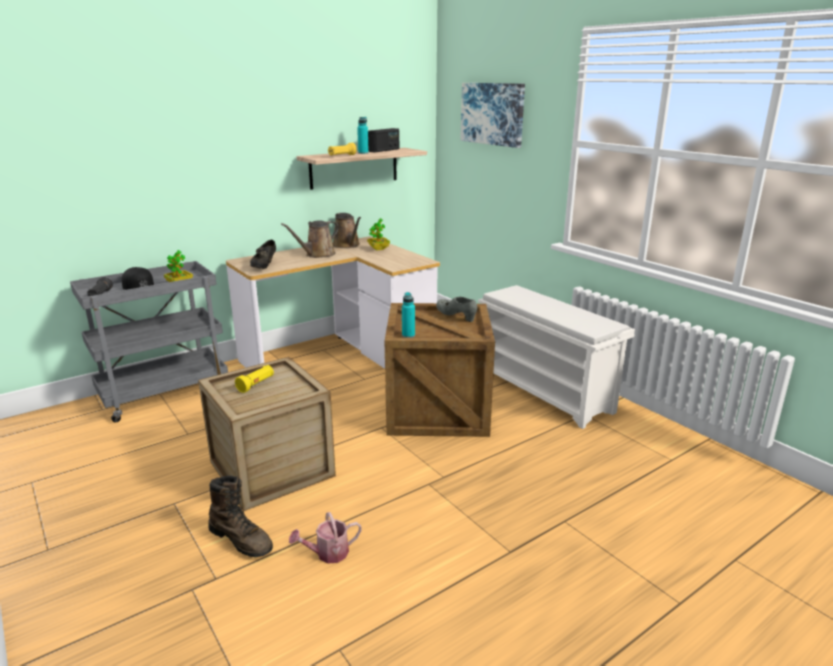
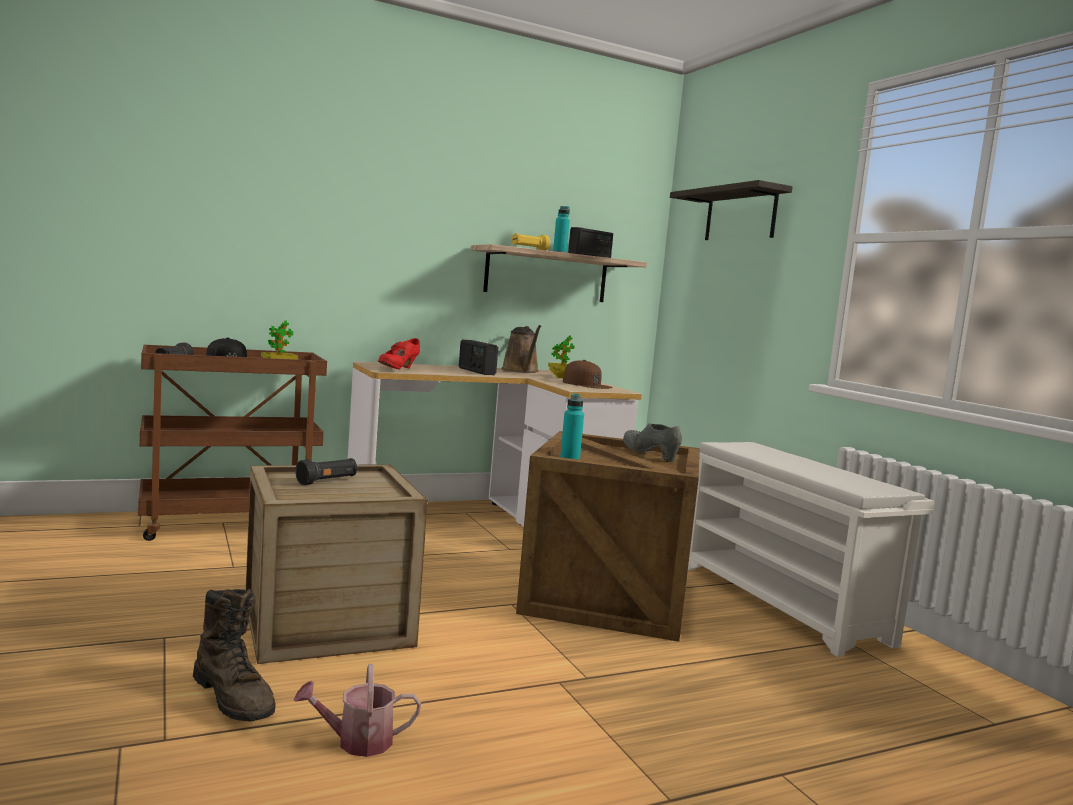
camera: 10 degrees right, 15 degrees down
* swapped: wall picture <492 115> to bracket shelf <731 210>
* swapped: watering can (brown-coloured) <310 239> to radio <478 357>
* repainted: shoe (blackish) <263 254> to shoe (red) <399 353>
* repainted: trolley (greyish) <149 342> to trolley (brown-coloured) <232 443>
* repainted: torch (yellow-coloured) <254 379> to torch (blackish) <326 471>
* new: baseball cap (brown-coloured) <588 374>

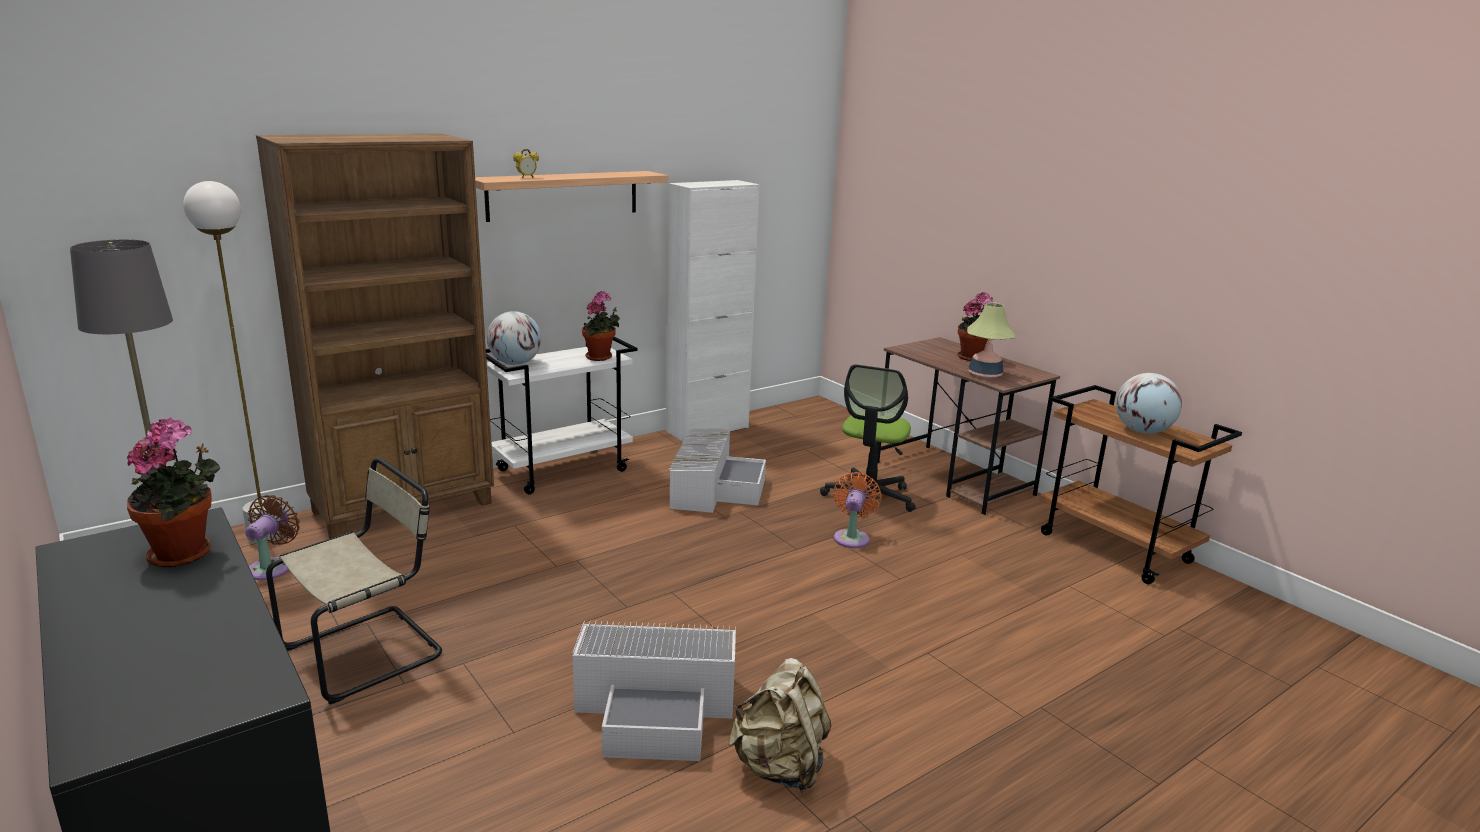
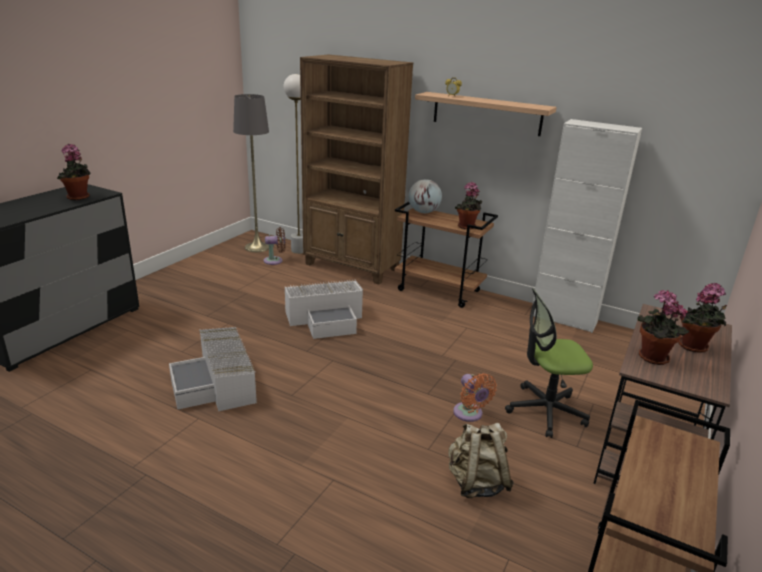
camera: 65 degrees right, 5 degrees up
* swapped: lamp for a table <991 340> to houseplant <663 327>
* repainted: trolley (white) <561 415> to trolley (brown-coloured) <446 255>
* gone: world globe <1149 403>
* shifted: storage box (white) <717 470> to <324 309>
* gone: chair (beige) <354 581>
* rotated: electric fan (orangey) <857 510> = <475 397> 75 degrees clockwise
* shifted: knapsack (beige) <779 725> to <481 460>

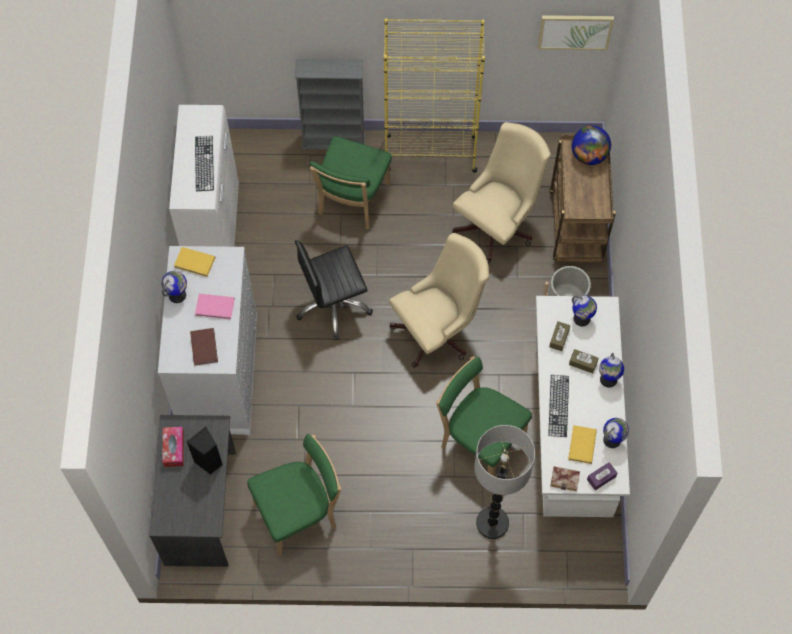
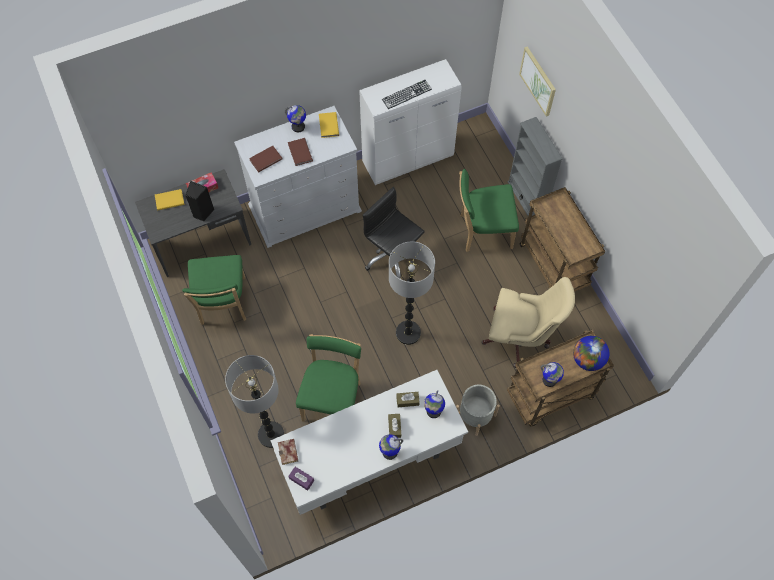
camera: 65 degrees right, 0 degrees up
* shifted: wall picture <576 32> to <537 81>
* swapped: shelving unit (yellow-coloured) <434 95> to trolley (brown-coloured) <562 239>
* swapped: desk chair (beige) <439 300> to standard lamp <412 293>
* repainted: volume (pinkish) <215 307> to volume (brown-coloured) <300 152>
* gone: computer keyboard <558 406>
* shifted: world globe <616 433> to <552 374>
* shifted: volume (yellow-coloured) <582 444> to <169 199>
* rotated: chair (green-coloured) <294 495> = <214 290> 45 degrees clockwise

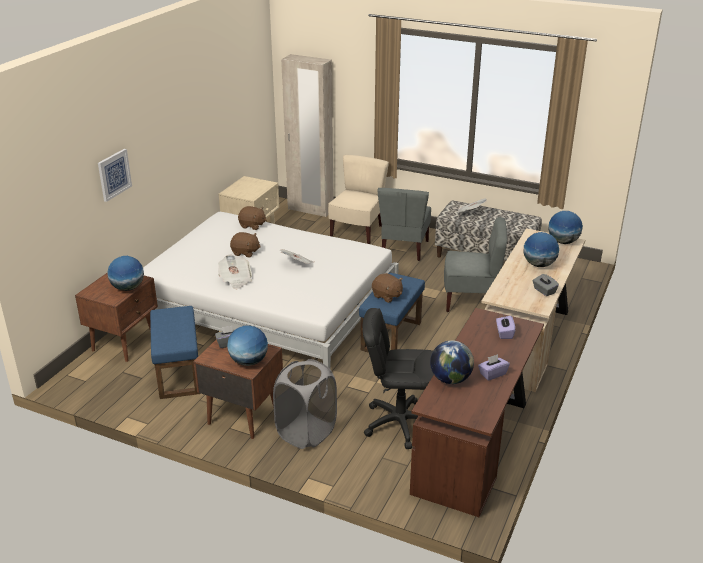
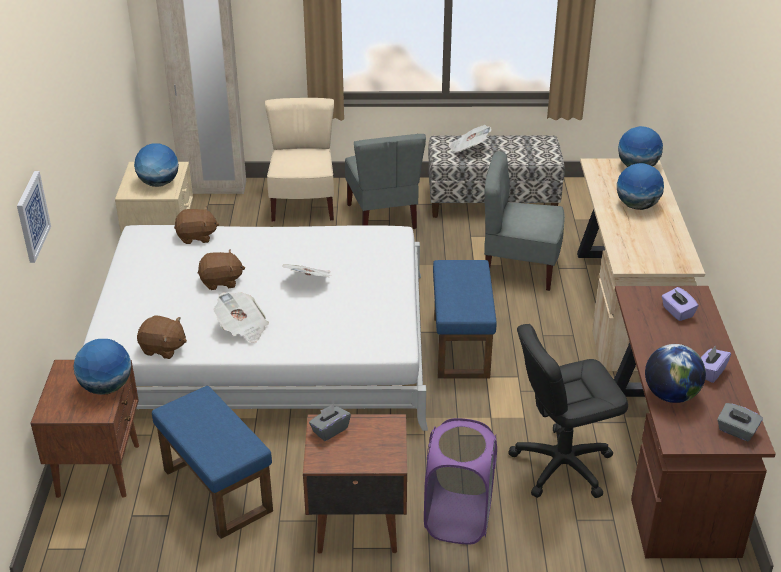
camera: 25 degrees left, 5 degrees up
* rotated: chair (greyish) <475 264> = <524 221> 150 degrees counterclockwise
* shifted: plush toy (brown-coloured) <387 288> to <162 337>
* shifted: tissue box (greyish) <546 285> to <740 422>
* shifted: world globe <247 345> to <156 165>
* repainted: washing basket (greyish) <305 404> to washing basket (purple) <460 481>

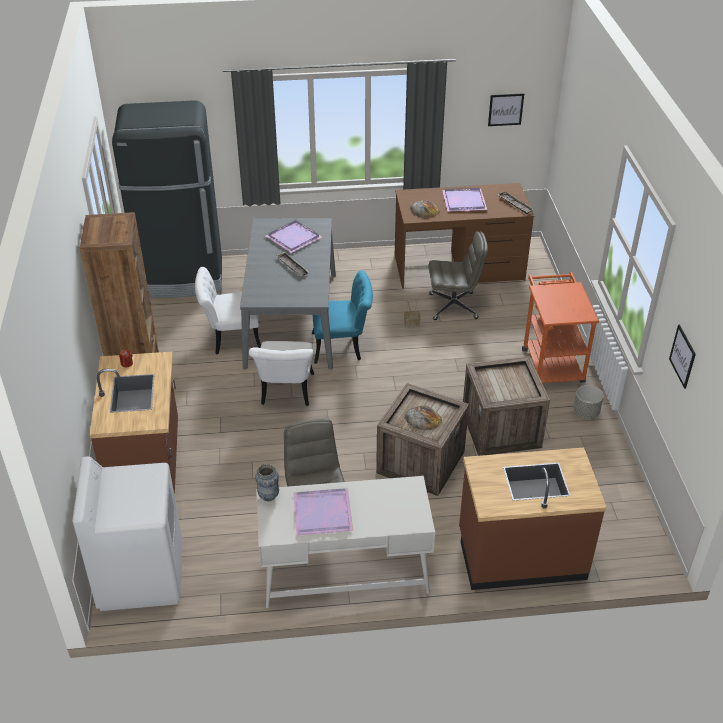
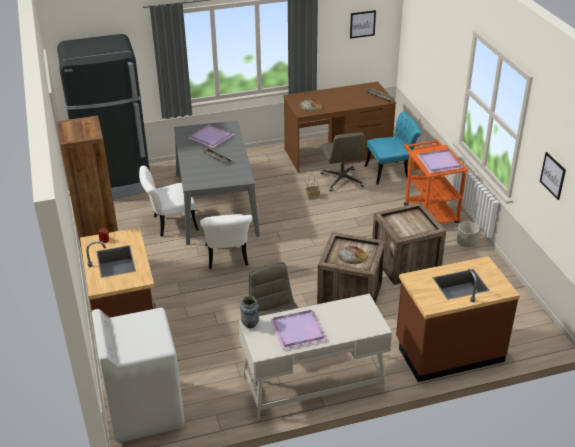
camera: 10 degrees left, 5 degrees down
* shifted: carrying tray (purple) <464 200> to <440 161>
* rotated: desk chair (greyish) <458 275> = <343 162> 90 degrees clockwise
* shifted: chair (turquoise) <342 317> to <392 148>

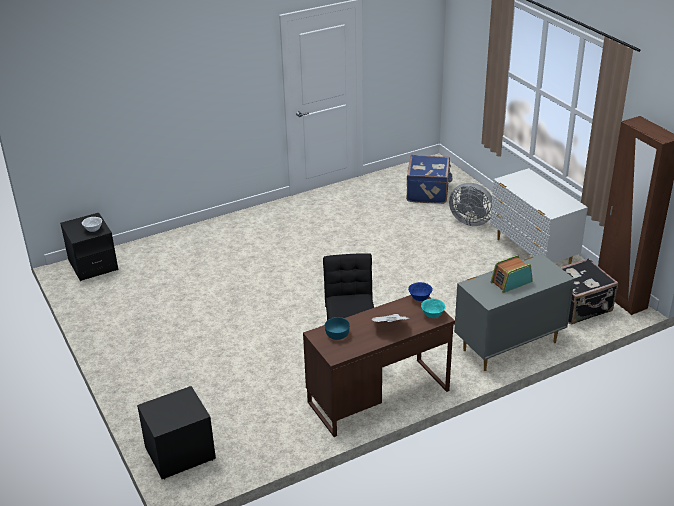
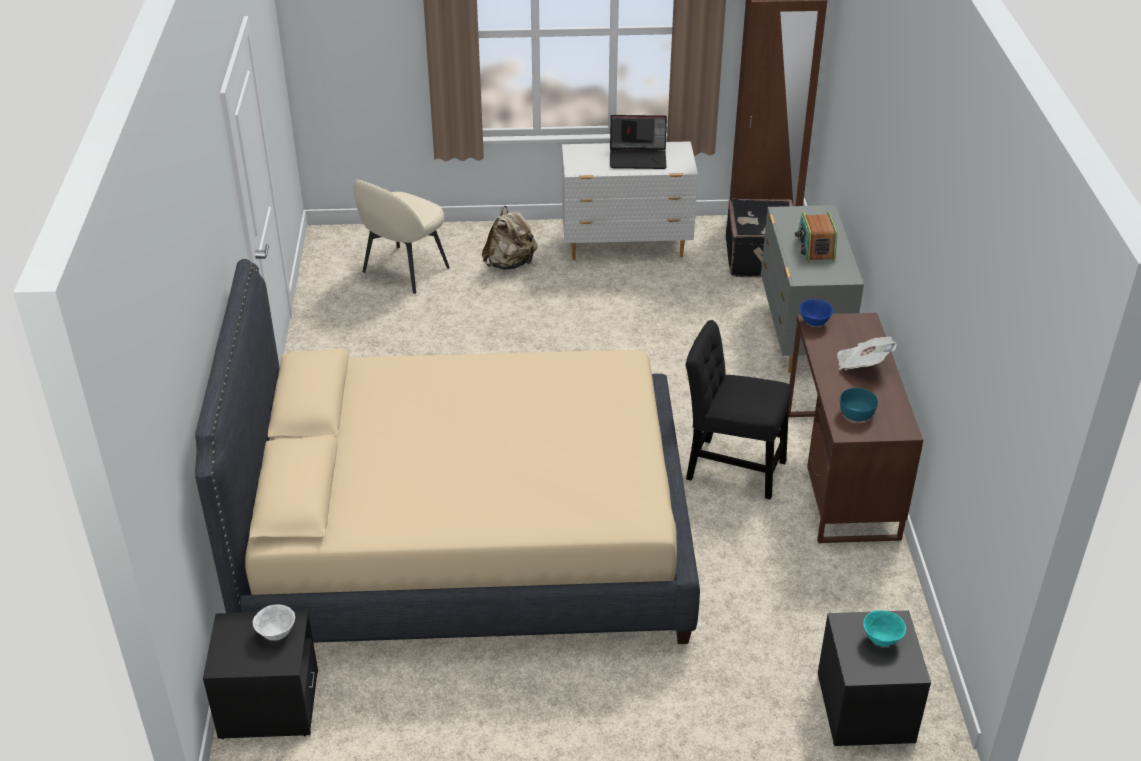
camera: 65 degrees left, 5 degrees up
* swapped: suitcase (blue) <429 179> to chair (beige) <401 237>
* swapped: electric fan (greyish) <470 204> to knapsack (beige) <510 238>
* shifted: bowl (turquoise) <433 308> to <884 628>
* new: portable computer <638 142>
* new: sleeping bed (beige) <447 451>

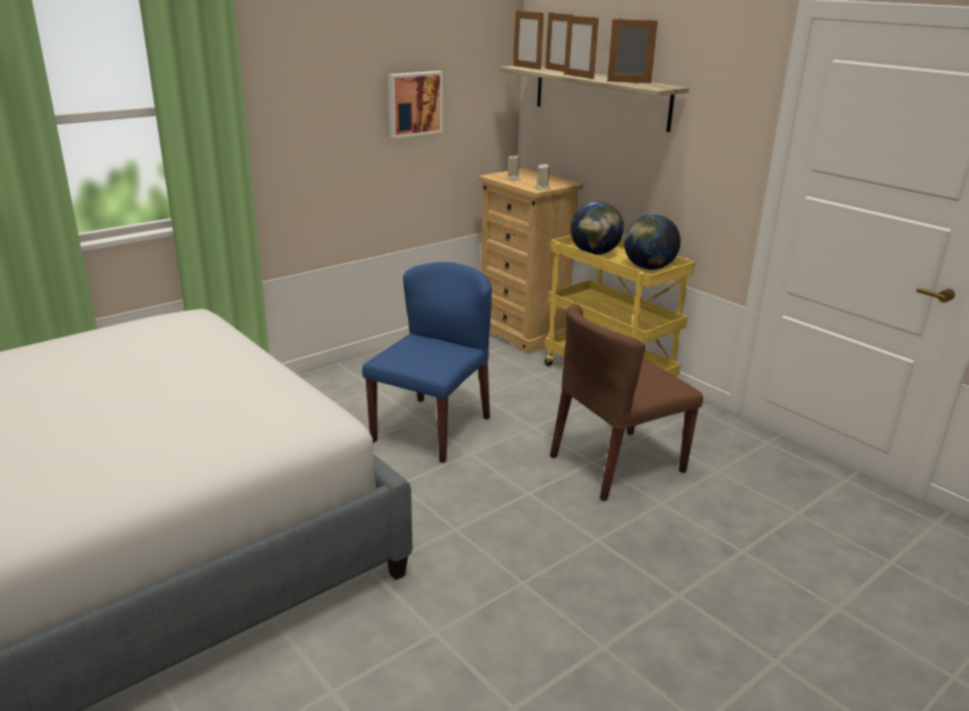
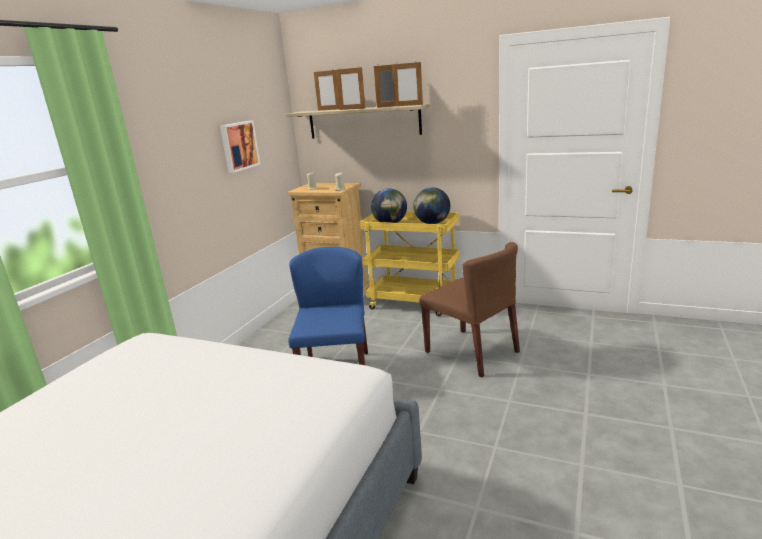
camera: 25 degrees left, 5 degrees down
* shifted: standing frame <528 39> to <407 84>
* rotated: chair (brown-coloured) <626 403> = <469 309> 75 degrees counterclockwise

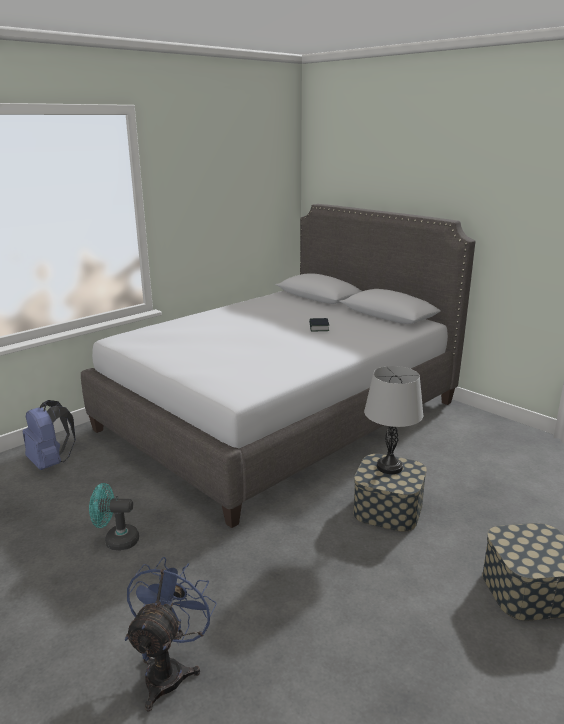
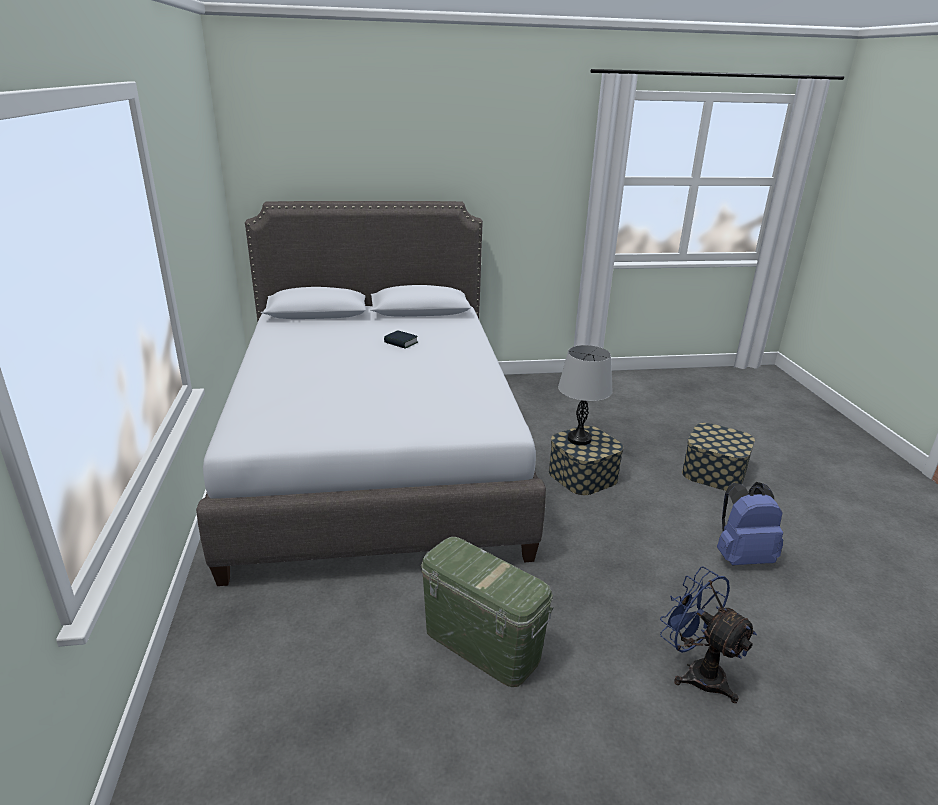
camera: 55 degrees left, 5 degrees up
* shifted: knapsack (blue) <49 435> to <750 523>
* swapped: electric fan (turquoise) <114 516> to storage box (green-coloured) <487 612>

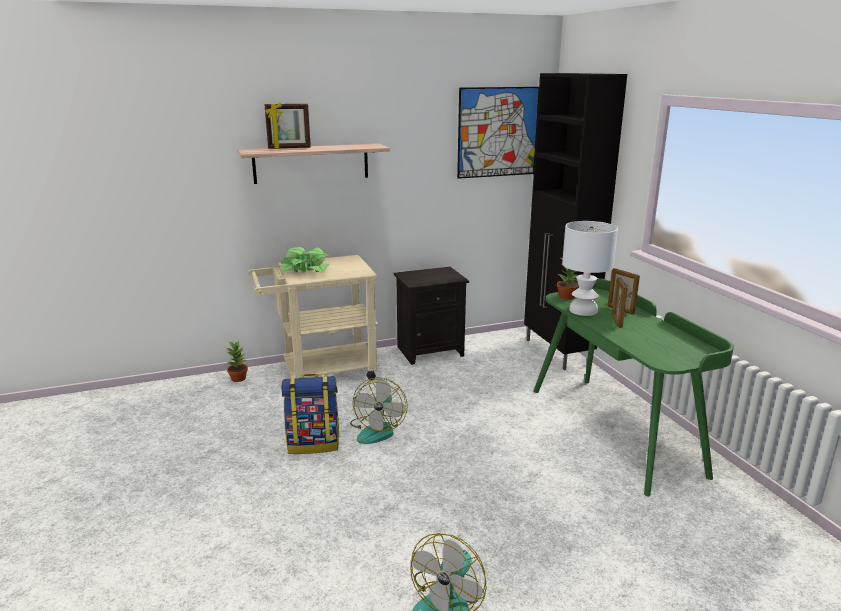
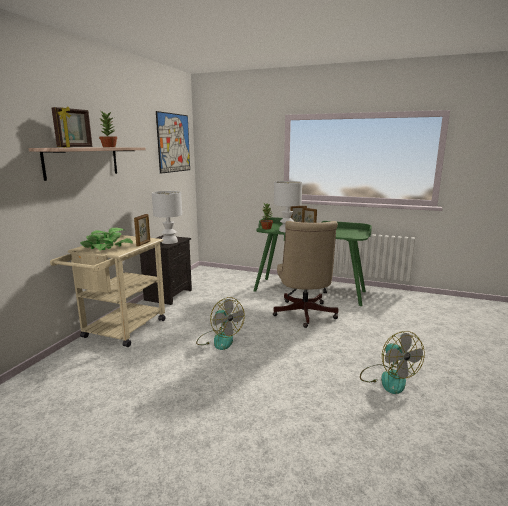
camera: 50 degrees left, 5 degrees down
* gone: storage cabinet (blackish) <575 221>
* shifted: houseplant <237 361> to <108 129>
* gone: knapsack <310 414>
* new: lamp for a table (white) <167 217>
* new: standing frame <142 230>
* new: desk chair (beige) <305 274>

